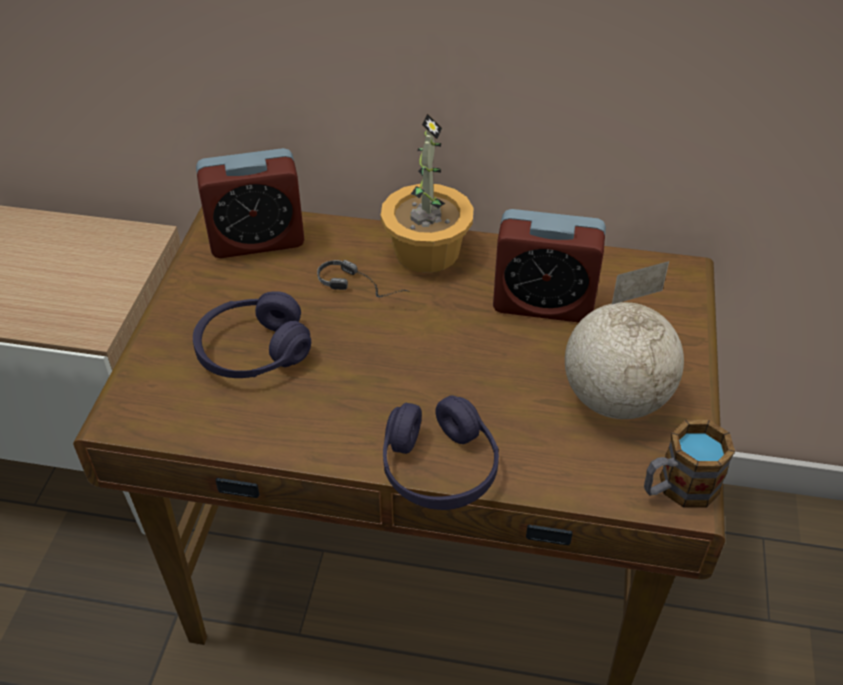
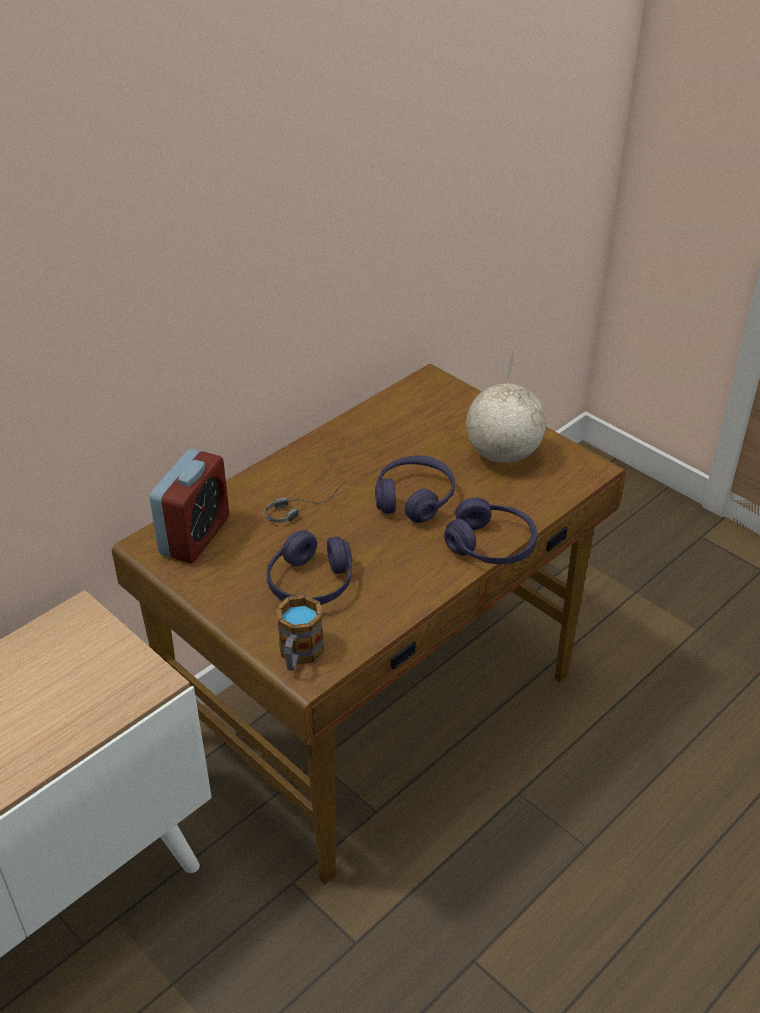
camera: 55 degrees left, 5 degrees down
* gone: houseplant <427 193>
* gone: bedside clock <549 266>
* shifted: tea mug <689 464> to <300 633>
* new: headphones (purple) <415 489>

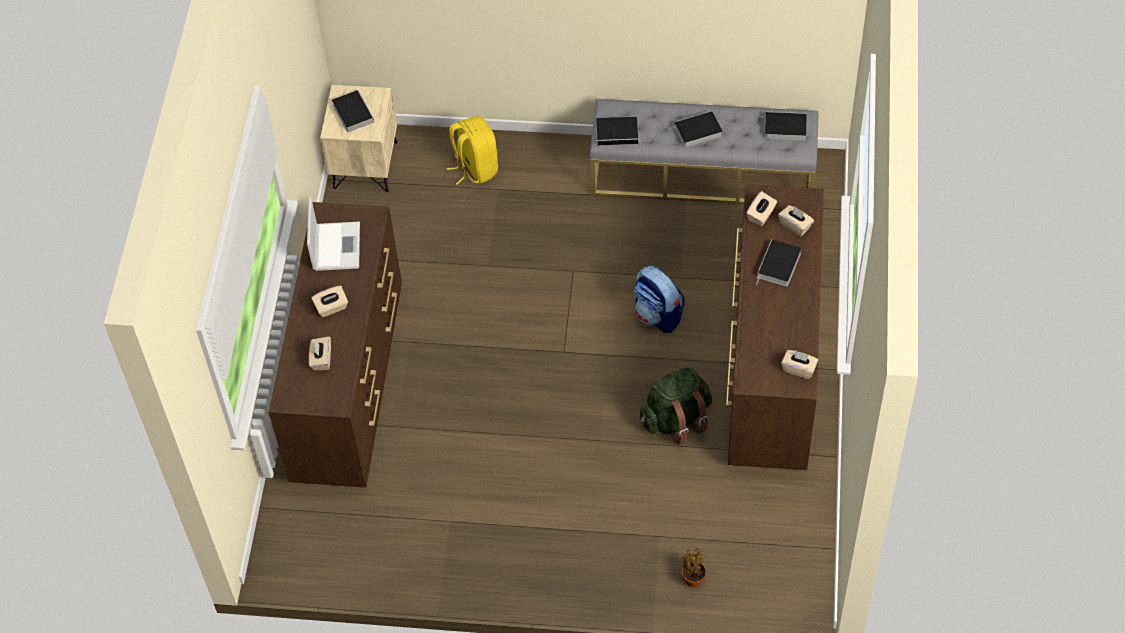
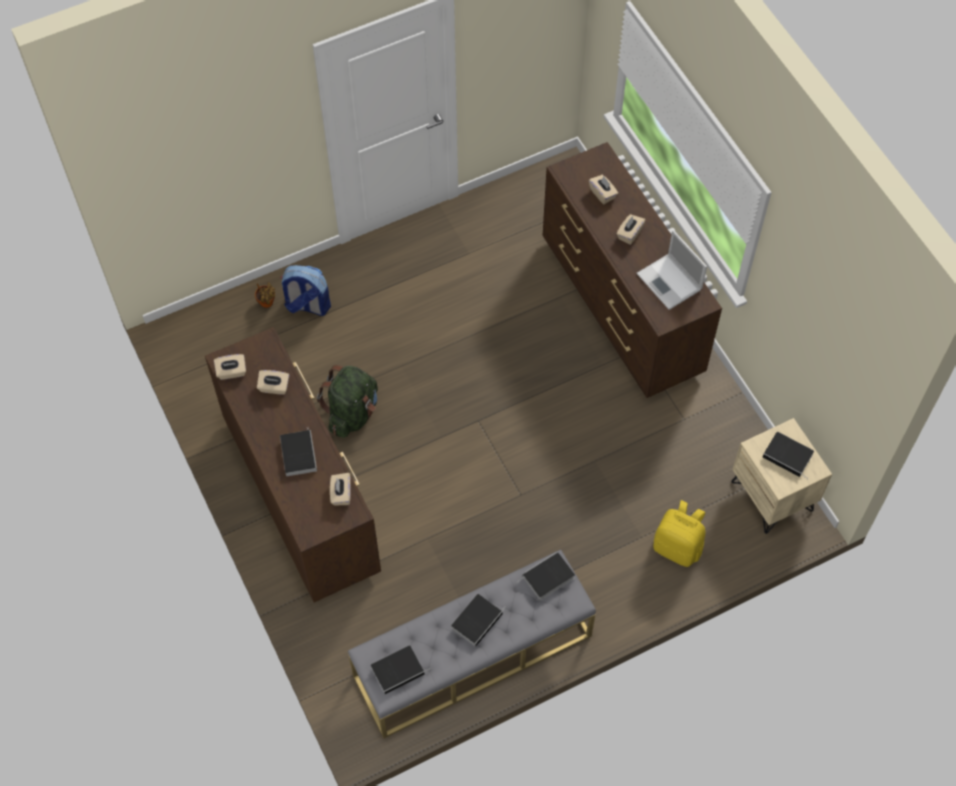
camera: 145 degrees right, 5 degrees up
* shifted: tissue box (beige) <796 221> to <273 382>
* shifted: knapsack <659 299> to <305 290>

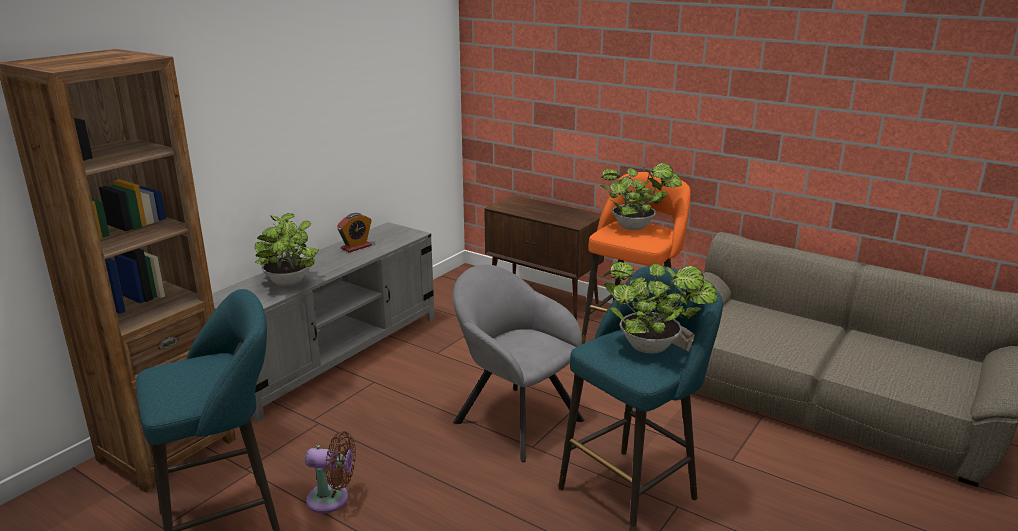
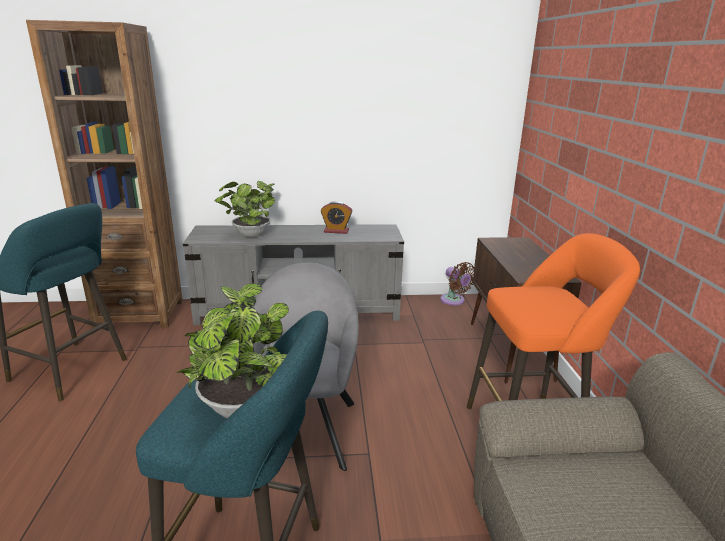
camera: 50 degrees right, 0 degrees up
* gone: houseplant <640 196>
* shifted: electric fan (brown-coloured) <330 472> to <457 283>

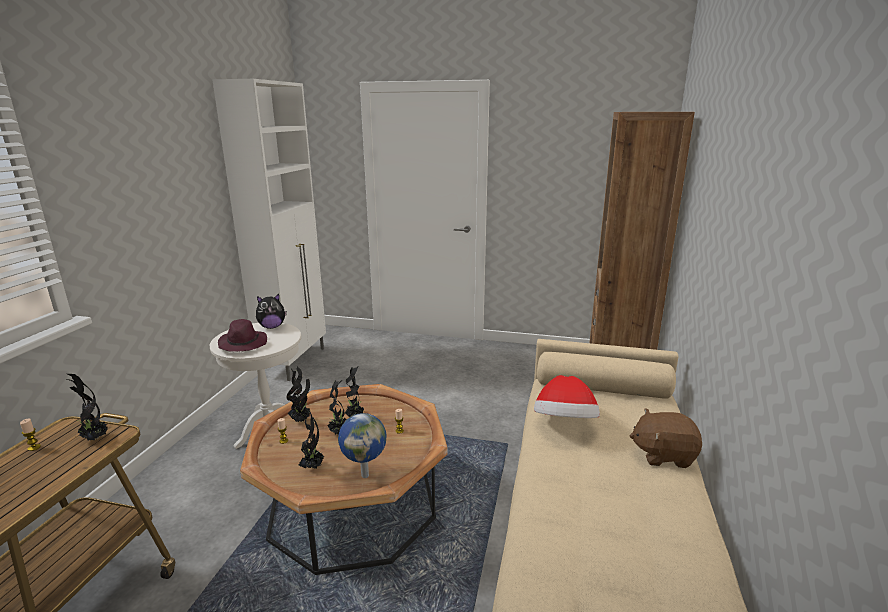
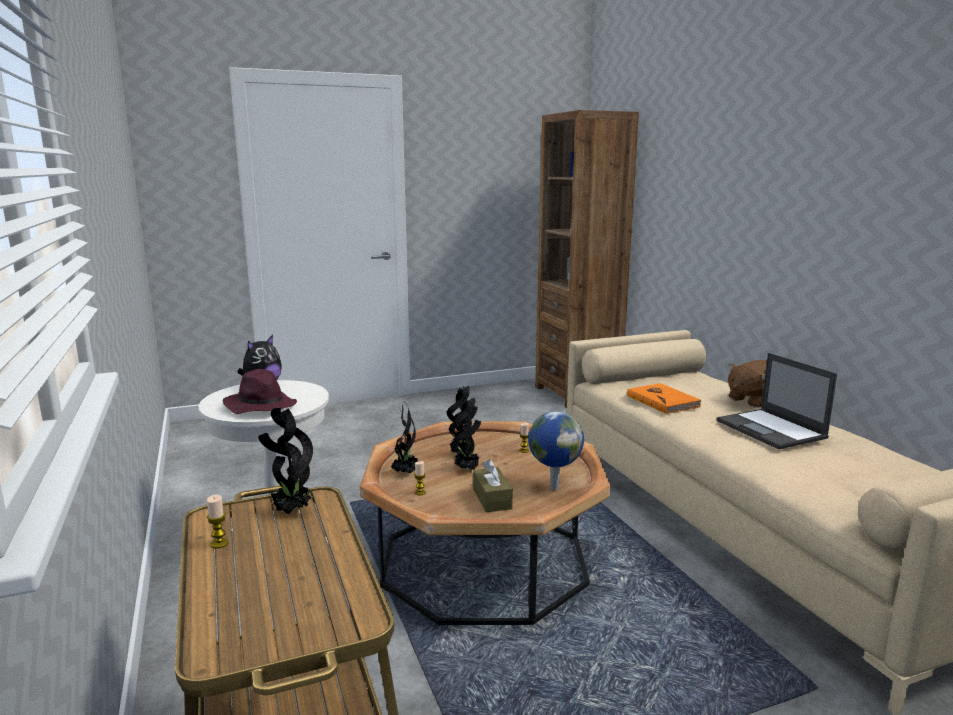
camera: 35 degrees left, 5 degrees down
* gone: storage cabinet (white) <269 230>
* swapped: clothing hat <567 396> to volume (orangey) <664 398>
* swapped: houseplant <311 438> to tissue box (brown-coloured) <493 485>
* new: portable computer <776 401>

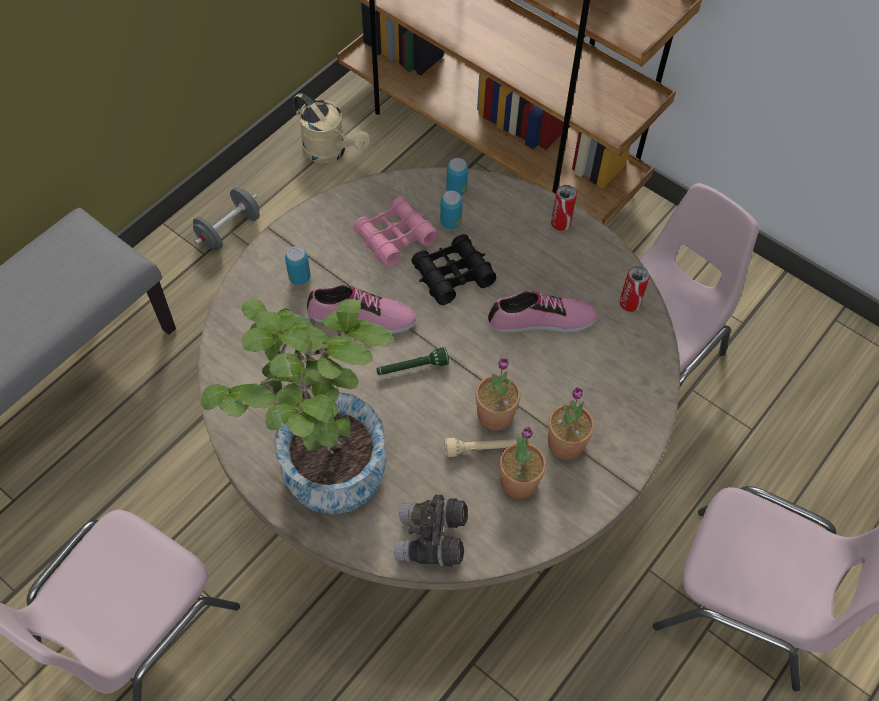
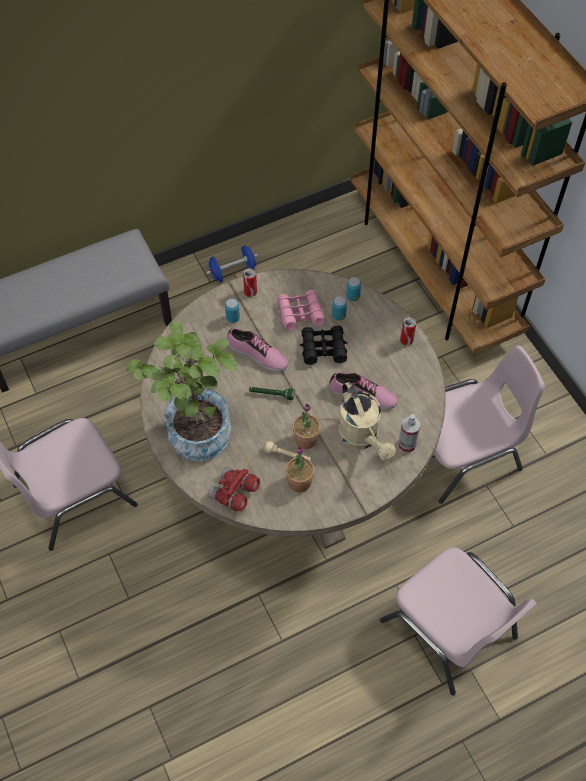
camera: 25 degrees right, 0 degrees up
* shifted: watering can (beige) <331 128> to <367 421>
* repainted: hand weight (greyish) <226 218> to hand weight (blue) <232 264>
* shifted: sealed can <635 289> to <250 282>
* gone: houseplant <571 423>
* repainted: binoculars (greyish) <431 530> to binoculars (red) <234 489>
* new: hand sprayer <409 433>

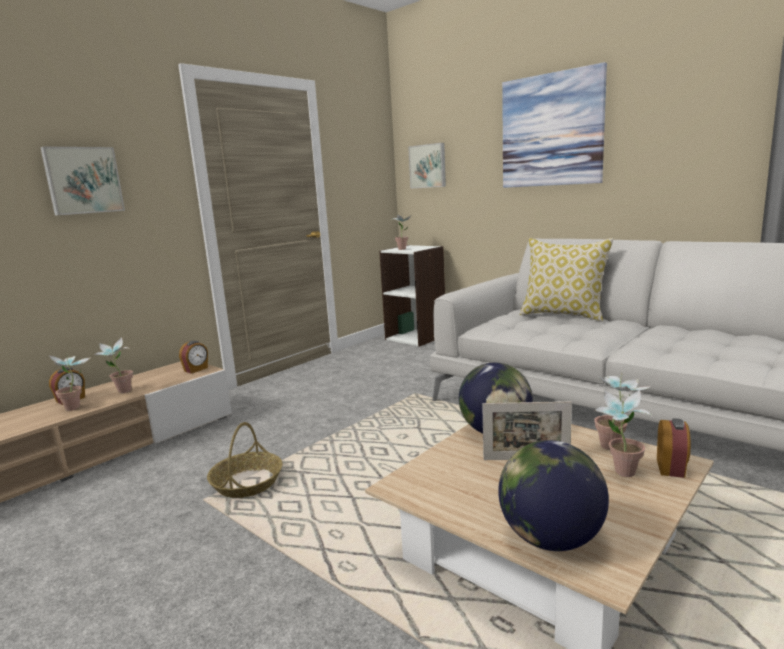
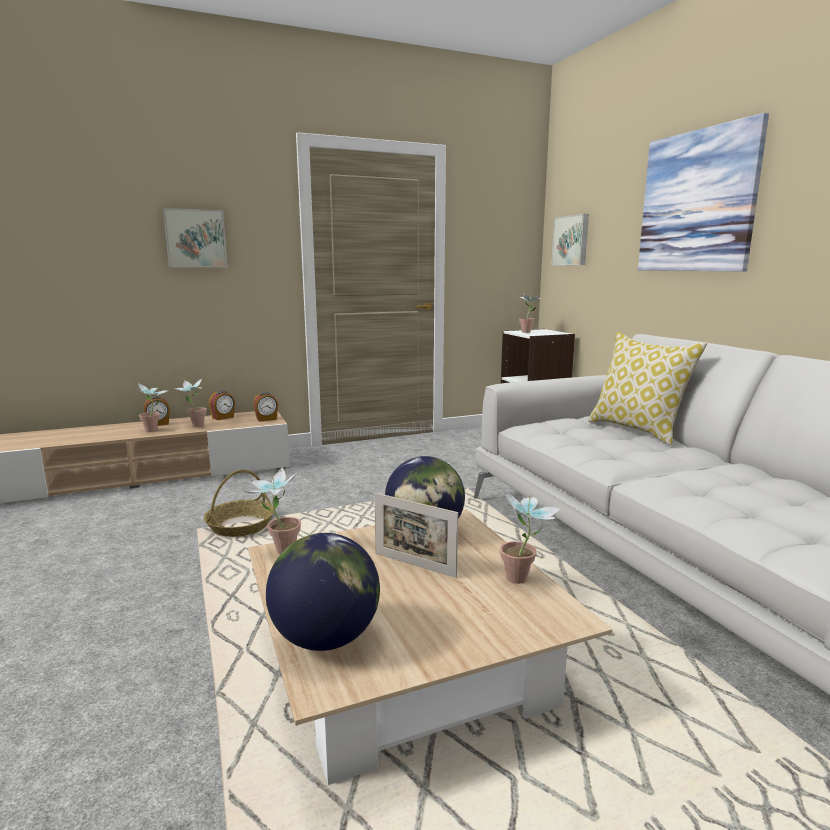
camera: 25 degrees right, 0 degrees up
* shifted: houseplant <623 433> to <273 510>
* shifted: bedside clock <674 448> to <222 405>

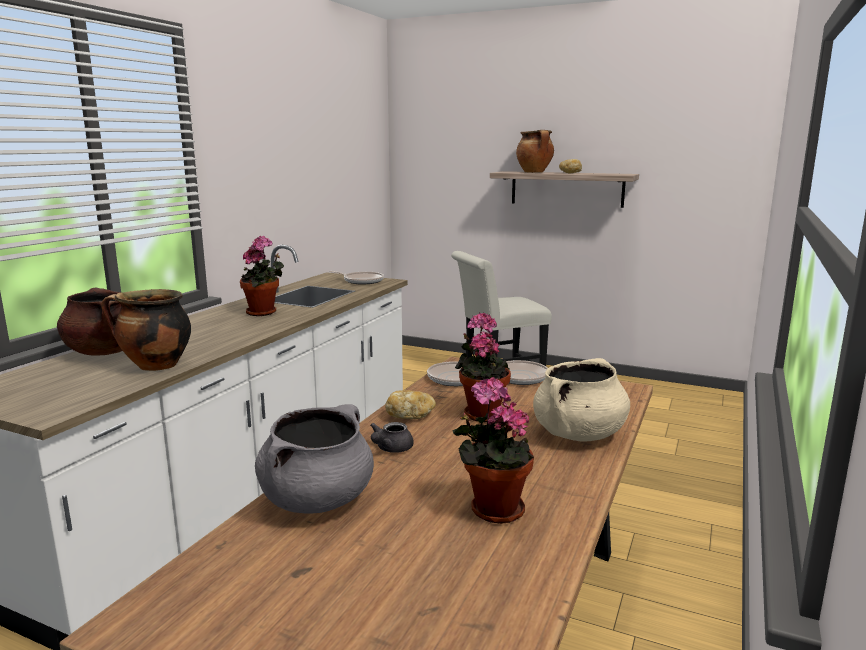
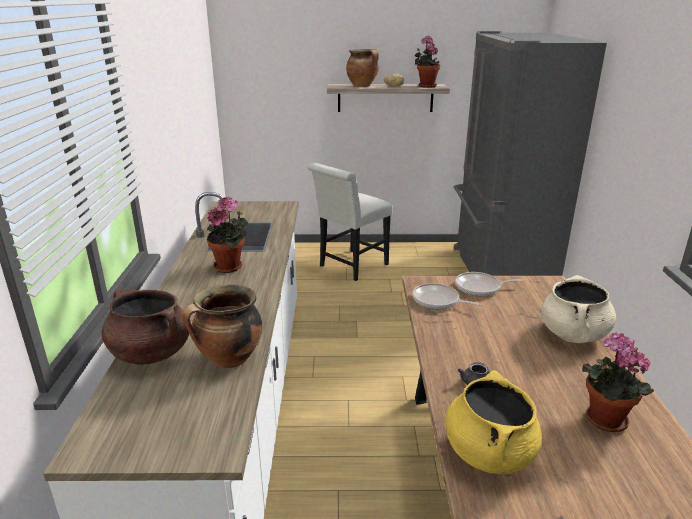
camera: 25 degrees left, 10 degrees up
* gone: frying pan <356 277>
* shifted: houseplant <483 368> to <427 62>
* gone: bread <410 404>
* repainted: saucepot (greyish) <314 459> to saucepot (yellow-coloured) <493 422>
* new: fridge (greyish) <530 153>

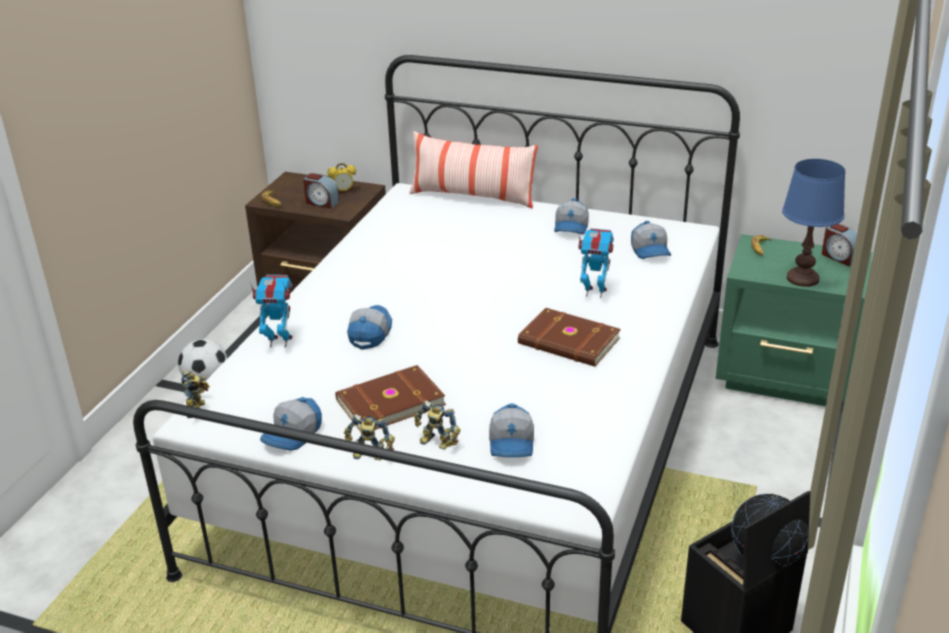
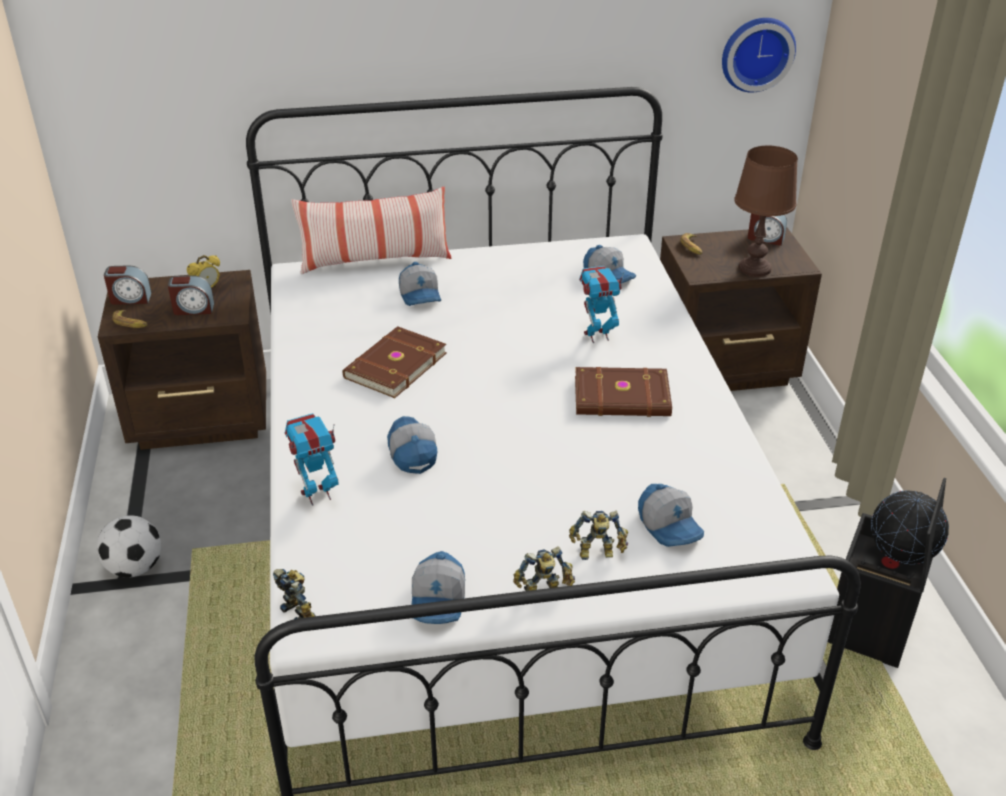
camera: 30 degrees left, 5 degrees up
* repainted: lamp for a table (blue) <813 223> to lamp for a table (brown-coloured) <766 211>
* shifted: baseball cap <571 216> to <420 284>
* repainted: nightstand (green-coloured) <794 320> to nightstand (brown-coloured) <741 309>
* shifted: volume (brown-coloured) <390 398> to <394 362>
* new: wall clock <759 55>
* new: bedside clock <128 285>

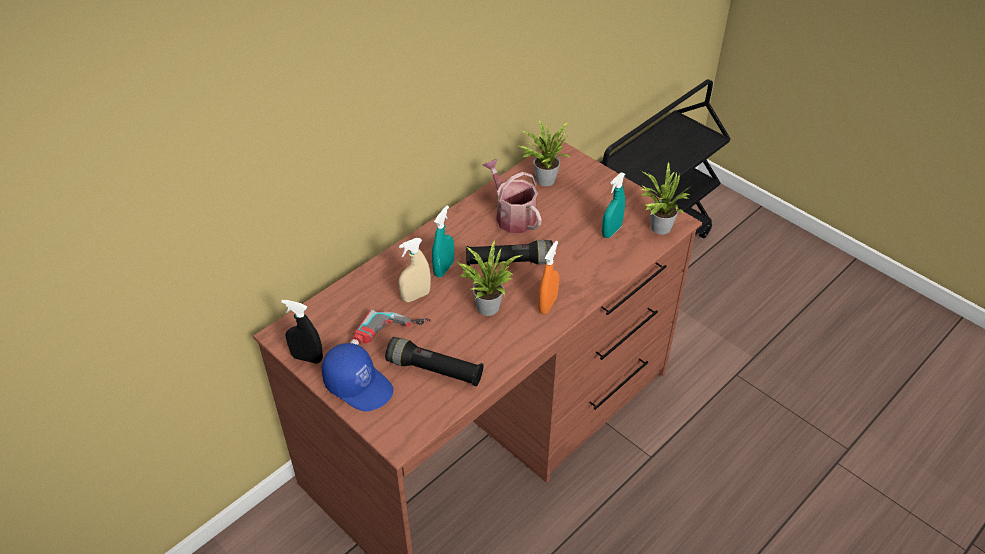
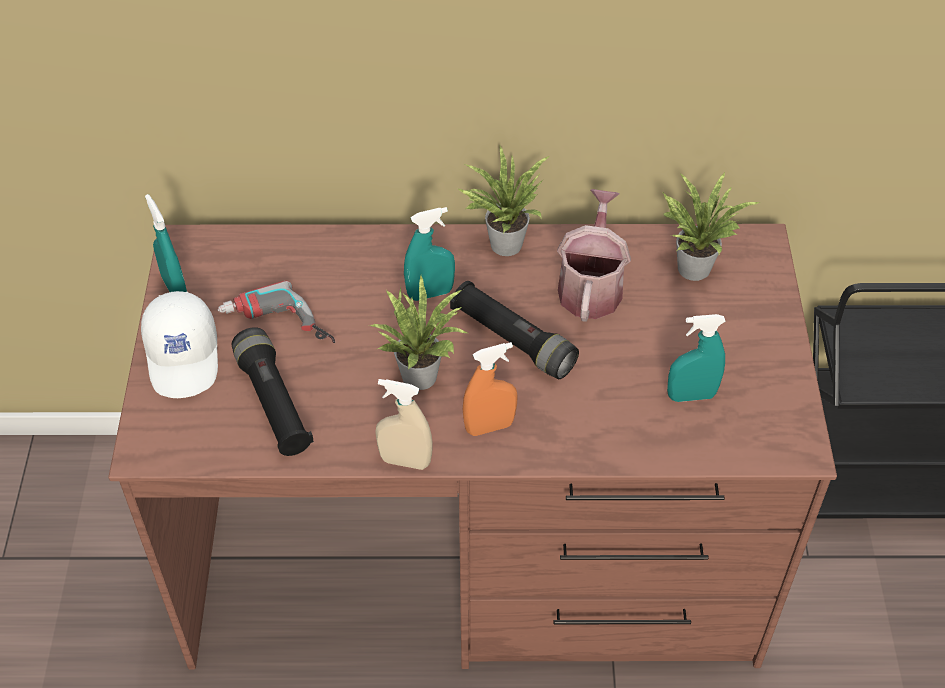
camera: 45 degrees right, 5 degrees up
* shifted: houseplant <665 198> to <504 201>
* shifted: hand sprayer (beige) <414 270> to <404 424>
* repainted: hand sprayer (blackish) <302 332> to hand sprayer (turquoise) <166 243>
* repainted: baseball cap (blue) <357 377> to baseball cap (white) <179 344>

